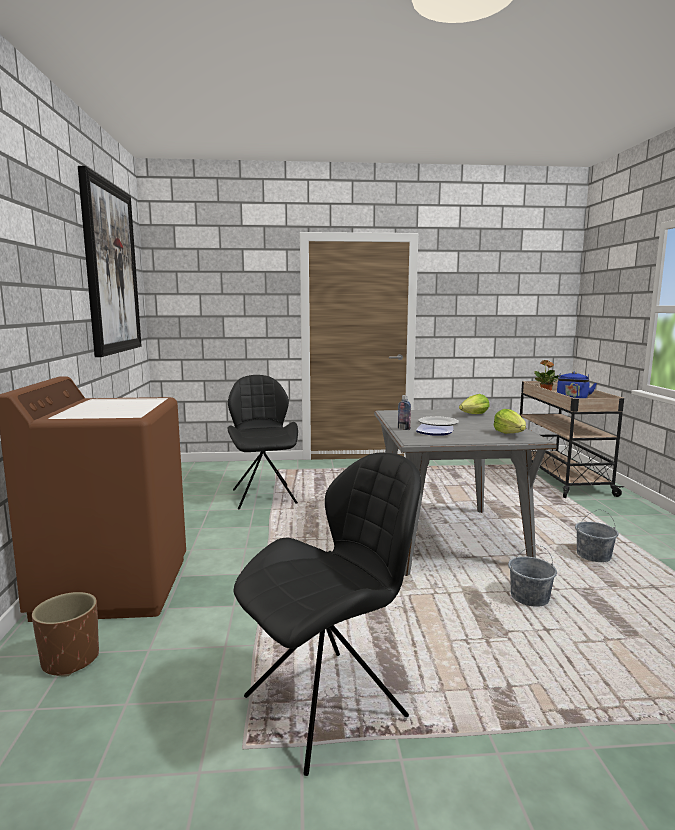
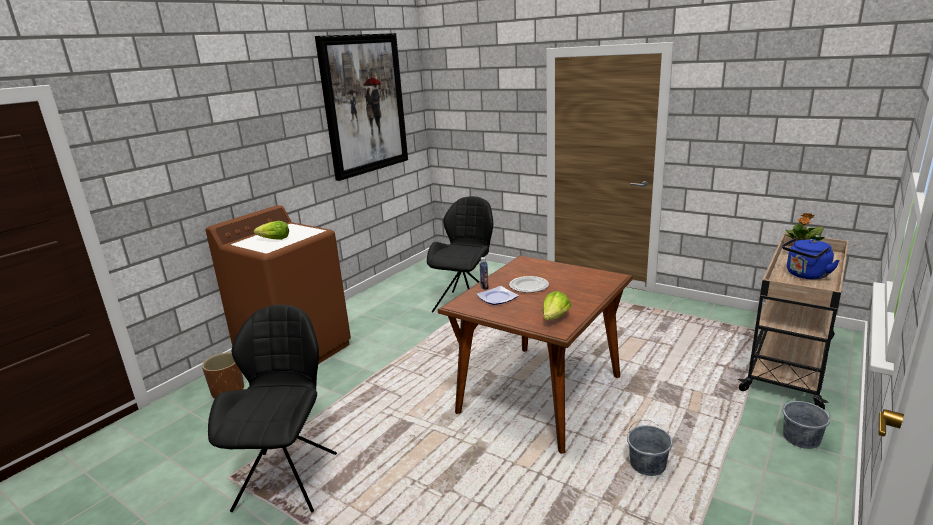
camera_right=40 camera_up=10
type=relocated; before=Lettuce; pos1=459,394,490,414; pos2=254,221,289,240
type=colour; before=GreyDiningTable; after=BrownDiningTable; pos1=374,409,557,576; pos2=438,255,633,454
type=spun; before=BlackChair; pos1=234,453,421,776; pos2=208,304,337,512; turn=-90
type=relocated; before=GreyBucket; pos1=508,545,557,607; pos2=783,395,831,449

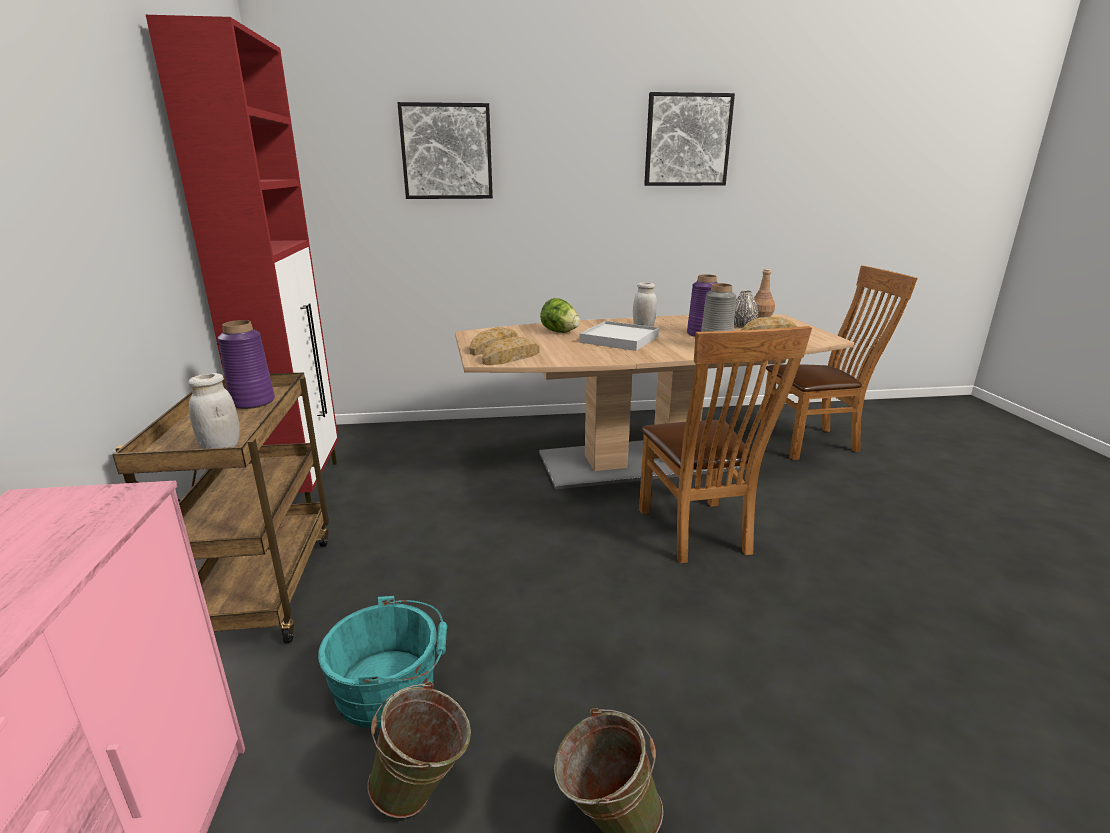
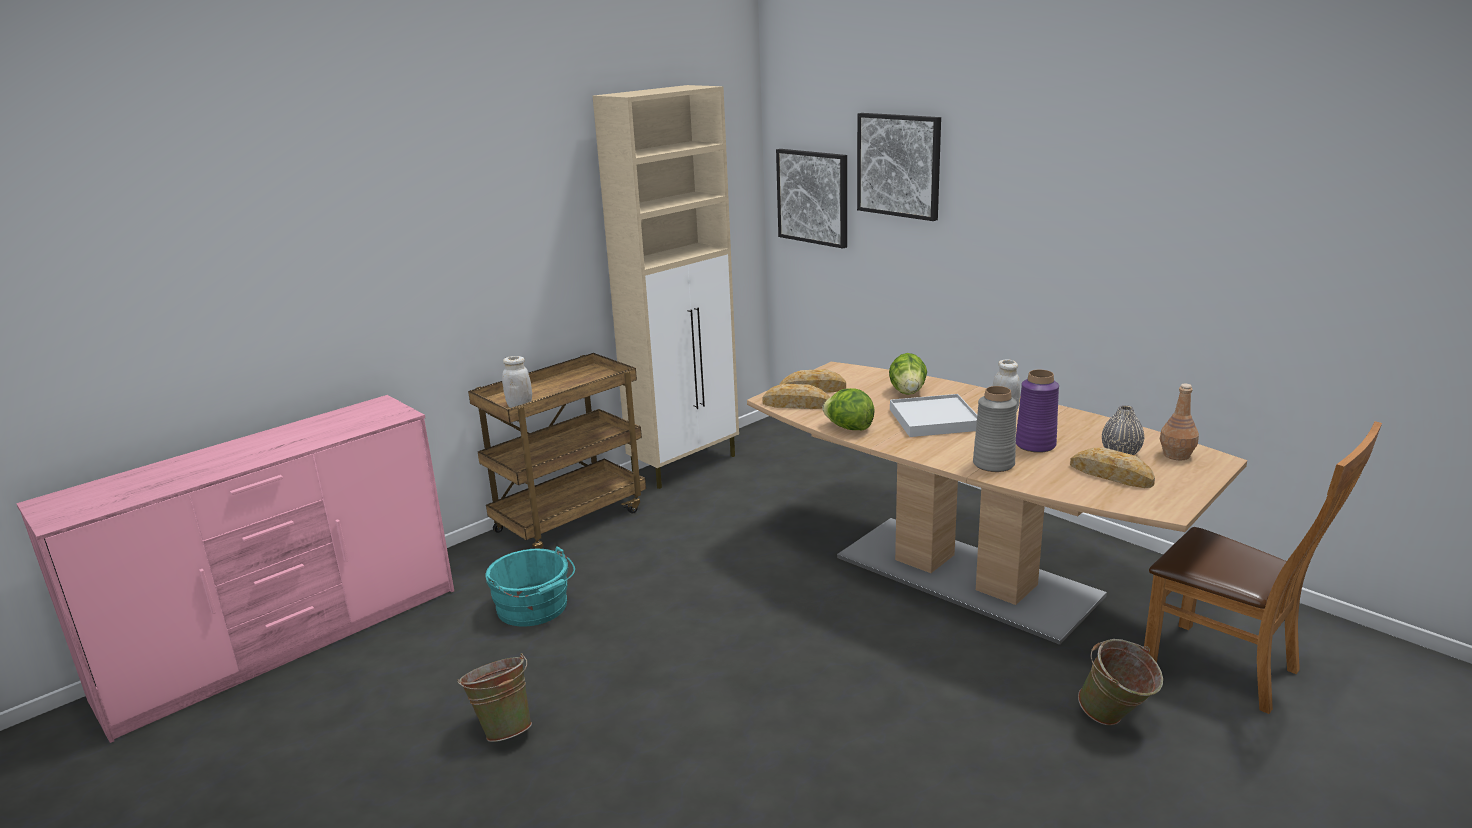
camera_right=55 camera_up=0
type=colour; before=RedCabinet; after=BeigeCabinet; pos1=146,15,338,503; pos2=593,85,739,489
type=relocated; before=Picture; pos1=644,92,735,186; pos2=776,149,847,249
type=missing; before=PurpleVase; pos1=218,320,275,409
type=missing; before=BrownChair; pos1=639,326,812,563
type=relocated; before=GreenBucket; pos1=368,681,471,818; pos2=1078,639,1163,725
type=appeared; after=Lettuce; pos2=822,388,875,430

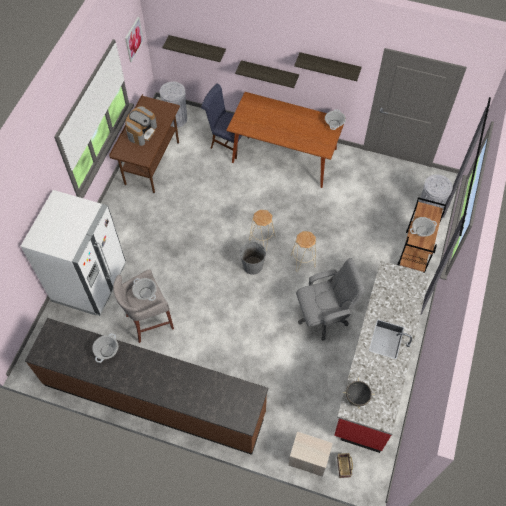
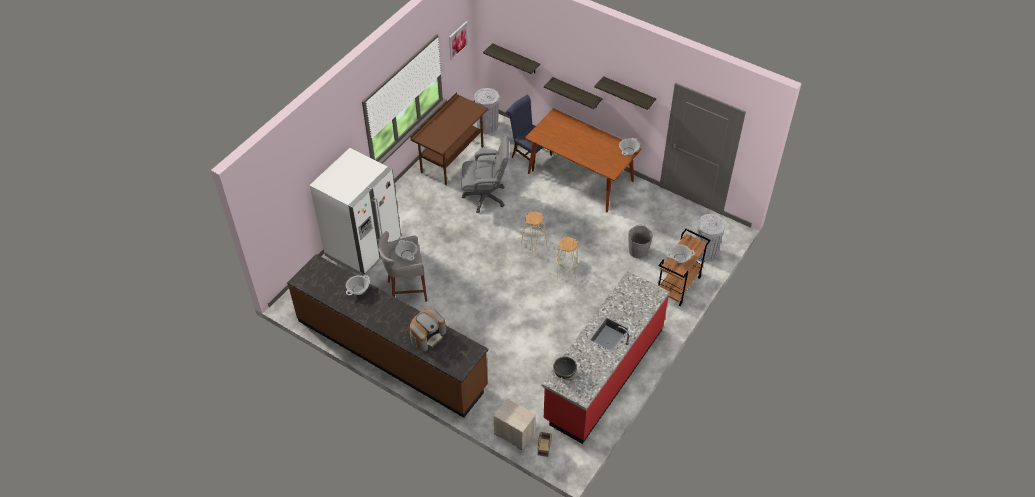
camera_right=15 camera_up=-10
type=relocated; before=CoffeeMachine; pos1=125,106,157,146; pos2=410,308,446,352
type=relocated; before=GreyBucket; pos1=240,241,266,275; pos2=628,225,653,259
type=relocated; before=GreyOfficeChair; pos1=296,258,365,341; pos2=461,136,509,213

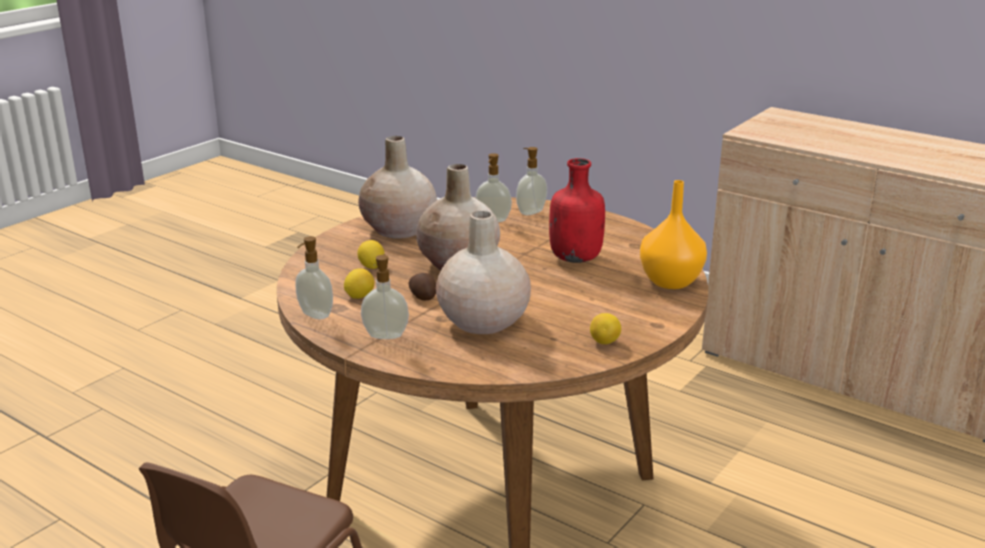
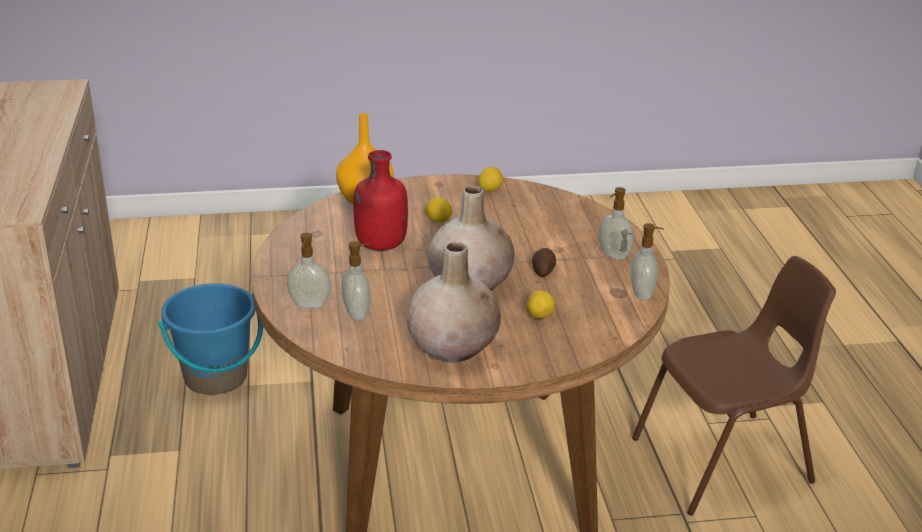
camera_right=-135 camera_up=5
type=missing; before=BeigeVase; pos1=436,211,531,334
type=relocated; before=Lemon; pos1=344,268,374,299; pos2=425,197,453,223
type=appeared; after=BlueBucket; pos2=158,283,263,395

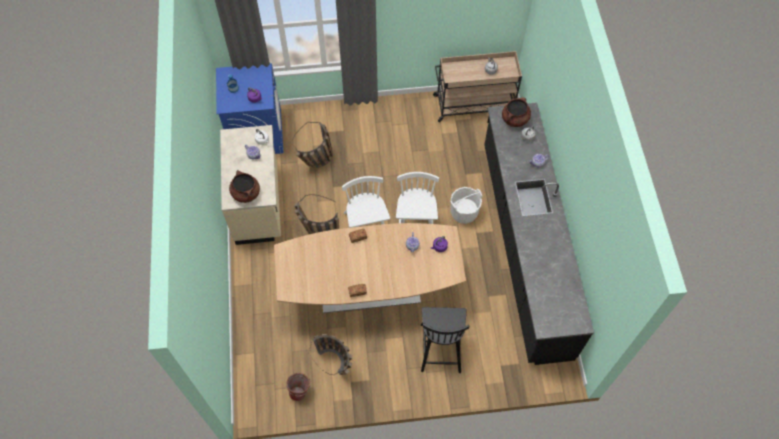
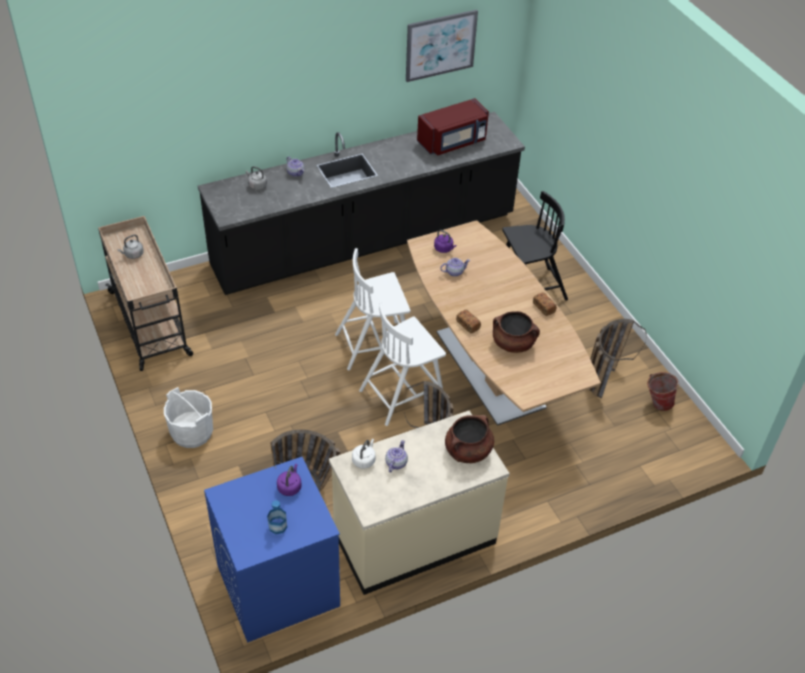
camera_right=-110 camera_up=-15
type=relocated; before=BrownCookingPot; pos1=502,97,531,127; pos2=493,311,540,353
type=relocated; before=WhiteBucket; pos1=450,187,483,224; pos2=164,387,213,448
type=appeared; after=Picture; pos2=406,9,478,82
type=appeared; after=RedMicrowave; pos2=417,98,489,155

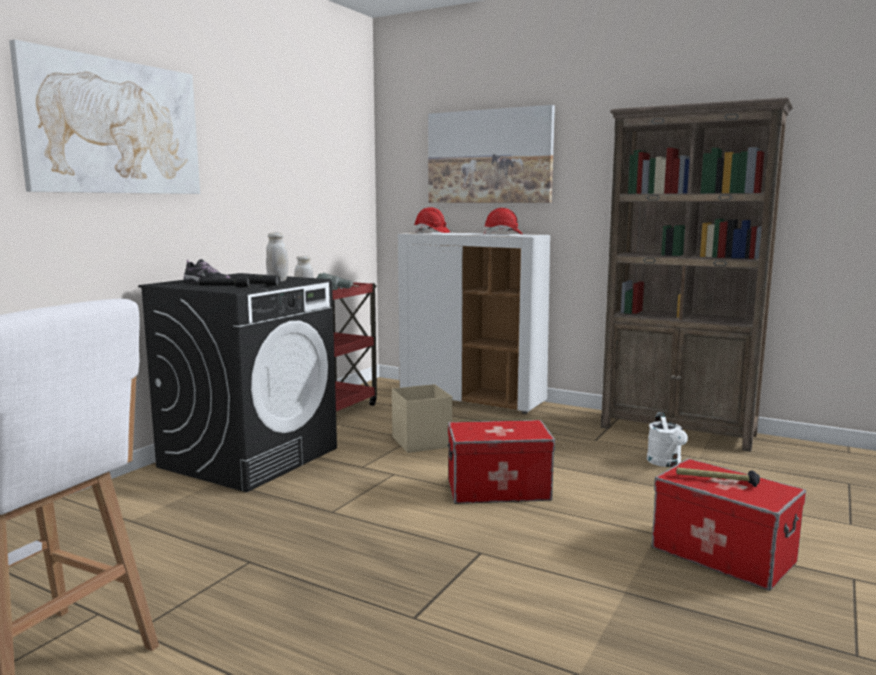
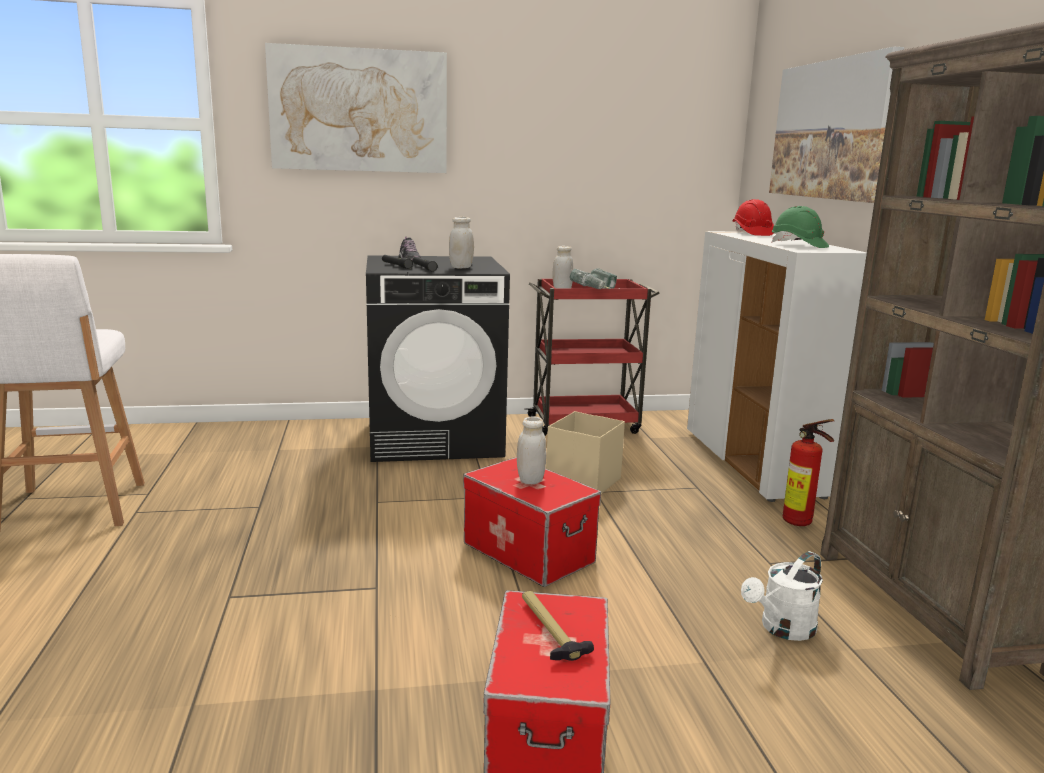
camera_right=50 camera_up=5
type=colour; before=RedHardHat; after=GreenHardHat; pos1=484,208,522,234; pos2=771,206,829,248
type=appeared; after=WhiteJar; pos2=517,416,546,484
type=appeared; after=FireExtinguisher; pos2=783,419,834,526

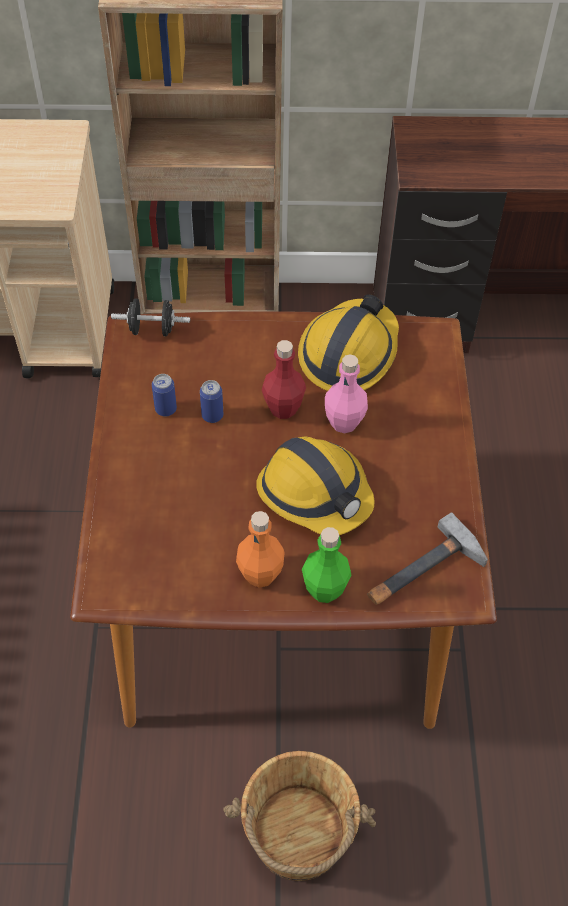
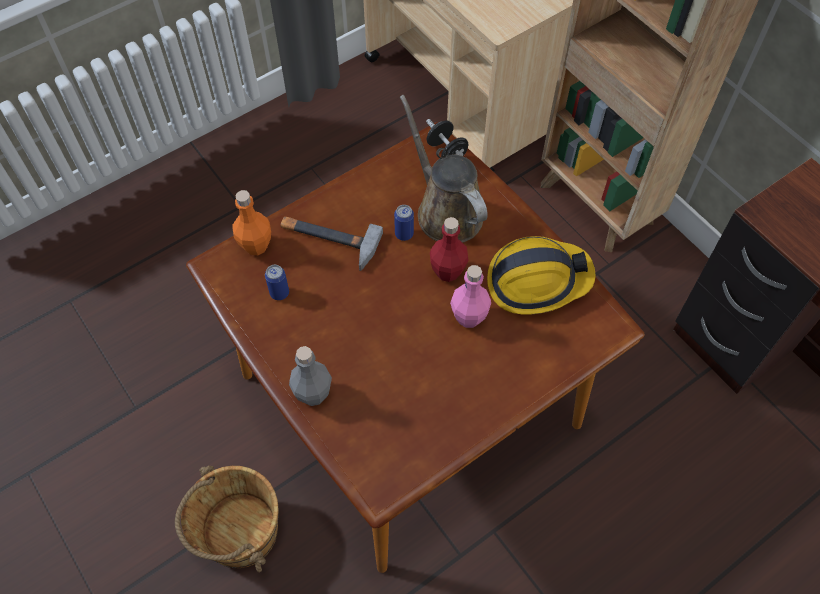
camera_right=55 camera_up=5
type=relocated; before=Can; pos1=152,374,177,417; pos2=265,265,289,300
type=missing; before=HardHat; pos1=256,437,375,535
type=relocated; before=OrangeBottle; pos1=236,511,285,588; pos2=233,190,271,255
type=relocated; before=Hammer; pos1=367,512,488,605; pos2=281,217,383,271
type=colour; before=GreenBottle; after=GreyBottle; pos1=302,527,352,603; pos2=289,346,332,406
type=appeared; after=BrownWateringCan; pos2=400,95,488,243

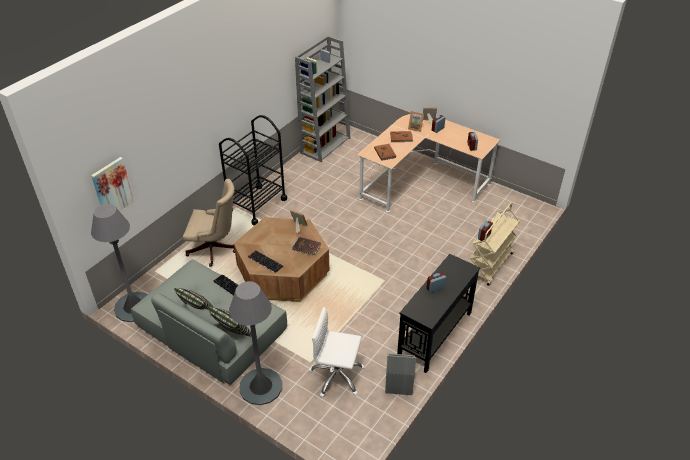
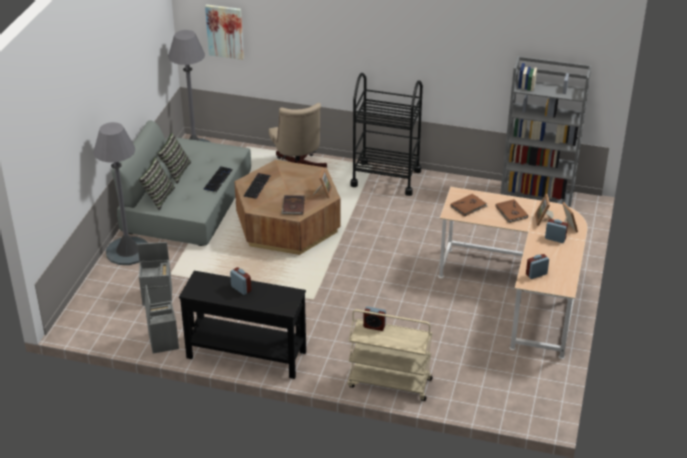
camera_right=70 camera_up=-5
type=exchanged; before=WhiteOfficeChair; after=GreyStorageBox; pos1=309,307,365,397; pos2=137,242,172,306

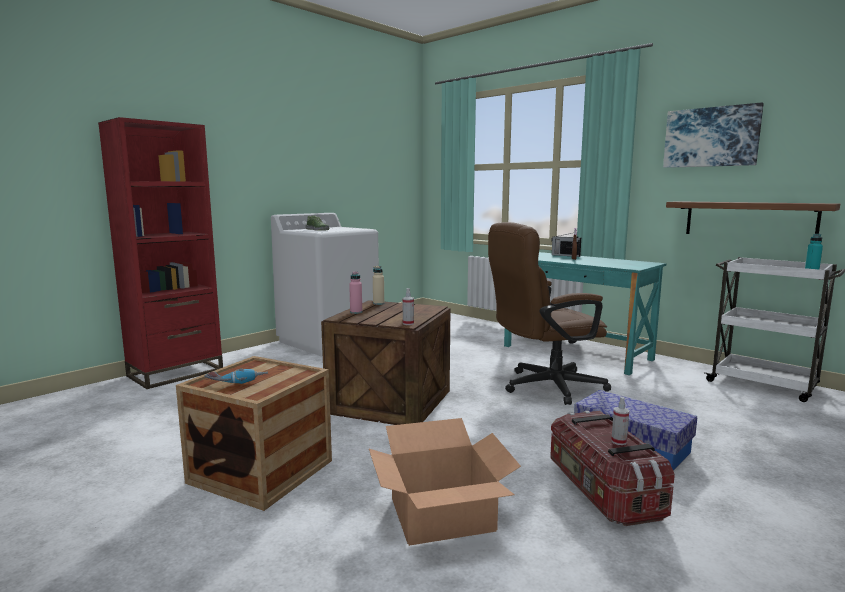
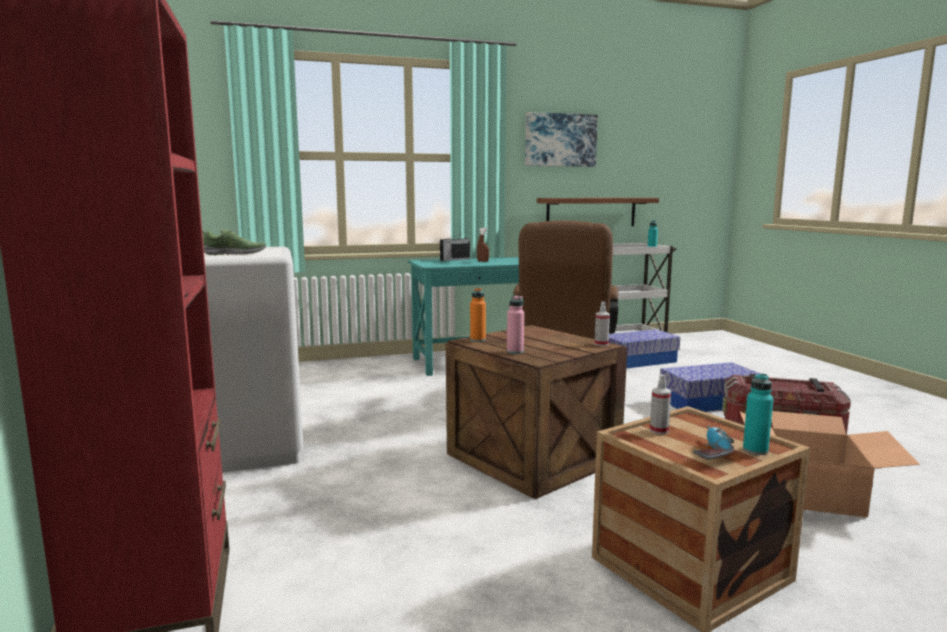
camera_right=-60 camera_up=0
type=colour; before=BeigeBottle; after=OrangeBottle; pos1=373,266,384,305; pos2=470,288,486,342
type=relocated; before=SprayBottle; pos1=611,397,629,445; pos2=650,374,671,434
type=appeared; after=StorageBox; pos2=609,329,680,369
type=appeared; after=TurquoiseBottle; pos2=743,373,773,455

